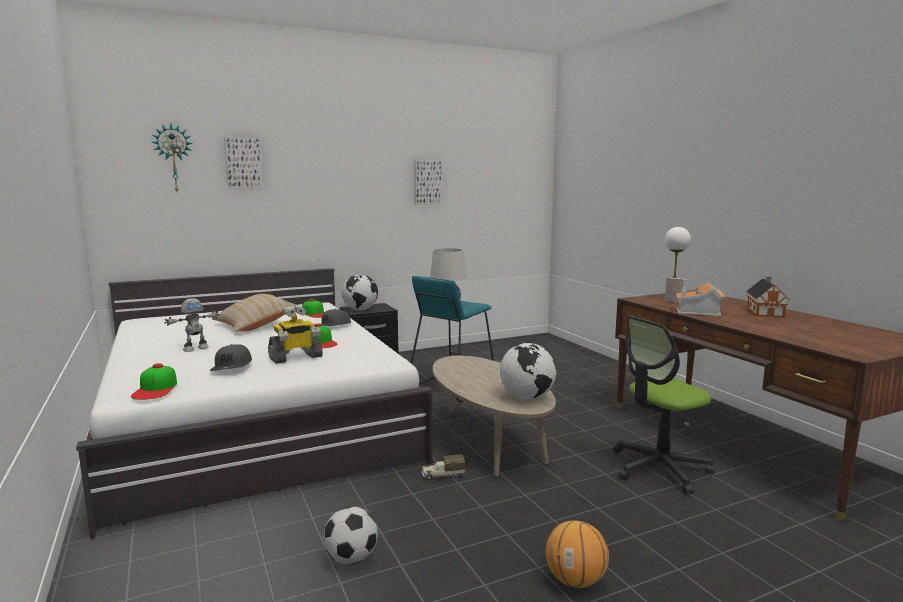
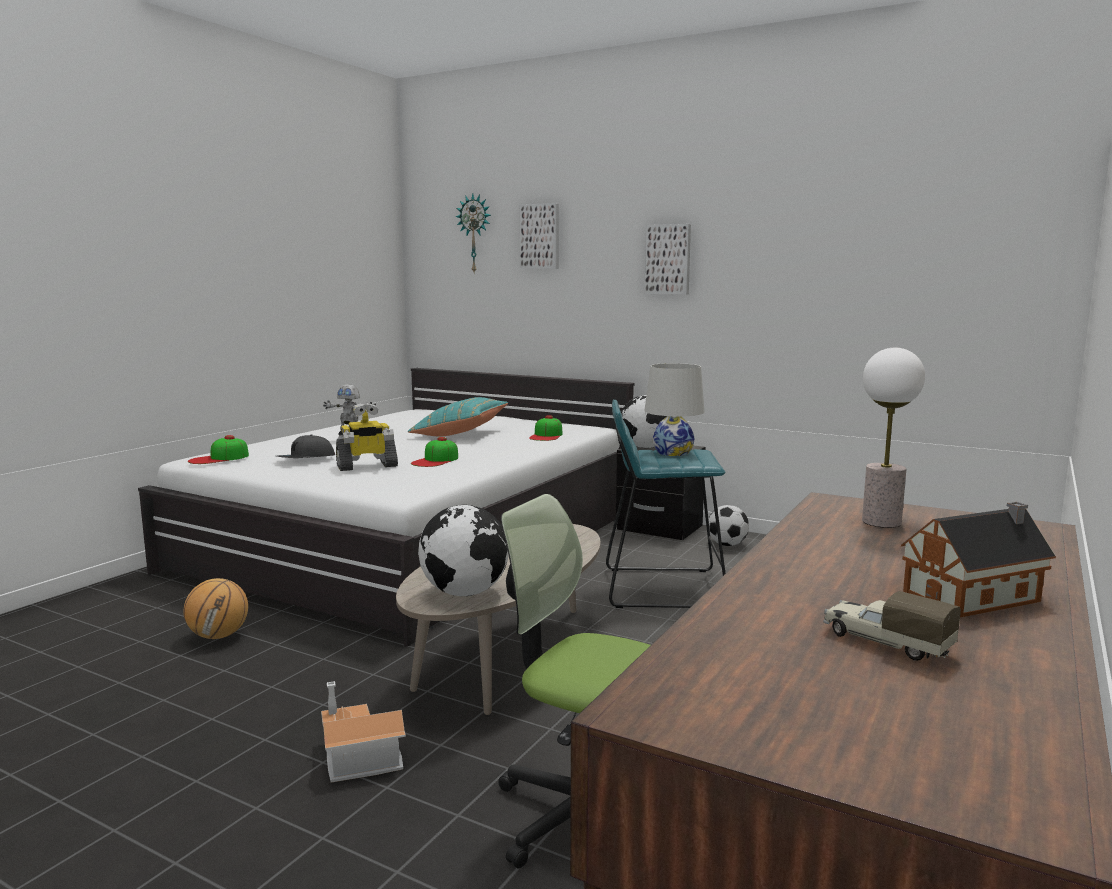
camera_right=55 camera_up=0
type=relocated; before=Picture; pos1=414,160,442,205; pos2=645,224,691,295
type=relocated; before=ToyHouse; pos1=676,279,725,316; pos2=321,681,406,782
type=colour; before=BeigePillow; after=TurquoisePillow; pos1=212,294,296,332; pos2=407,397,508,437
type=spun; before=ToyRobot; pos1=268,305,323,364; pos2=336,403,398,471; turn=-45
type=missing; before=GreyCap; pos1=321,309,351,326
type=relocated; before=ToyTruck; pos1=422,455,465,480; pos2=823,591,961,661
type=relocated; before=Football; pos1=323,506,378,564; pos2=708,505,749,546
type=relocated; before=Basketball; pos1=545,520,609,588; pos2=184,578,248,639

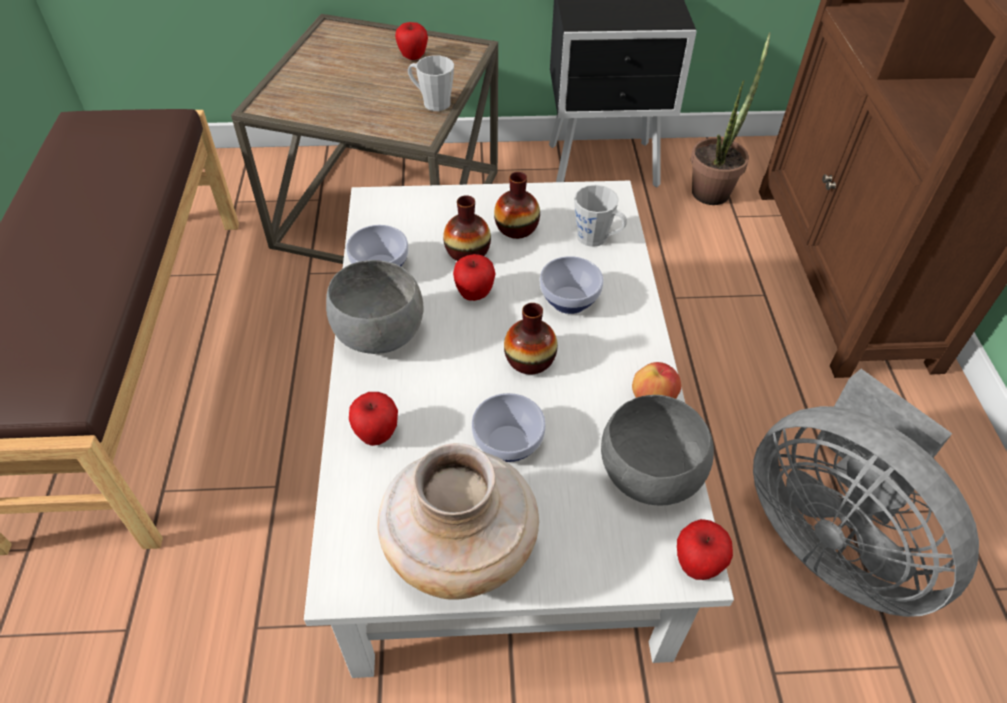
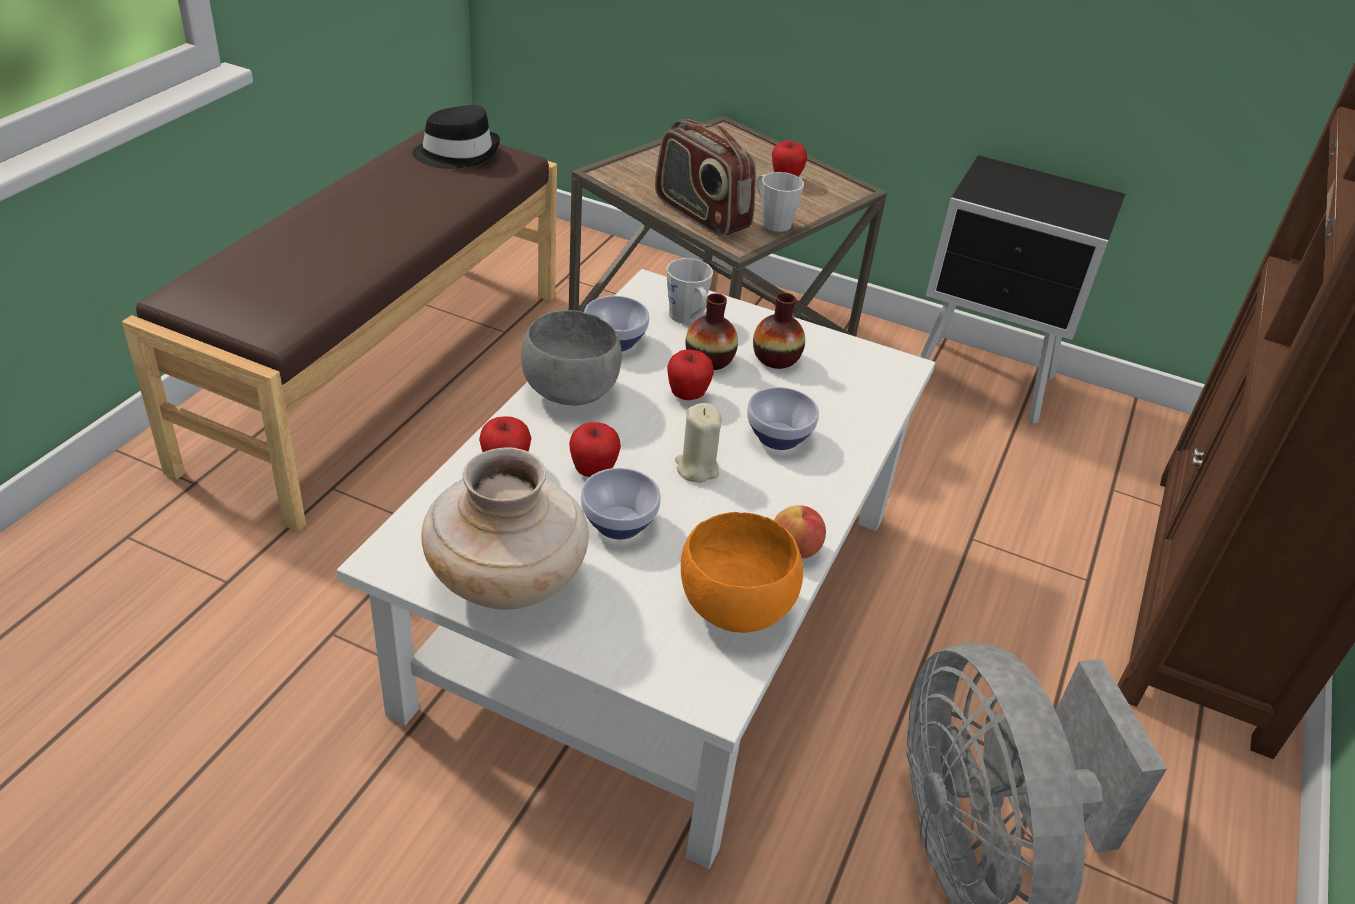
camera_right=25 camera_up=-10
type=missing; before=PottedPlant; pos1=691,32,770,205
type=relocated; before=GreyMug; pos1=574,185,627,247; pos2=667,258,713,324
type=exchanged; before=Vase; after=BeigeCandle; pos1=504,303,558,374; pos2=675,403,722,483
type=colour; before=GreyBowl; after=OrangeBowl; pos1=601,395,714,506; pos2=681,512,803,633
type=relocated; before=Apple; pos1=677,519,733,580; pos2=569,422,621,477
type=appeared; after=BlackHat; pos2=412,105,500,169
type=appeared; after=Radio; pos2=655,119,756,237

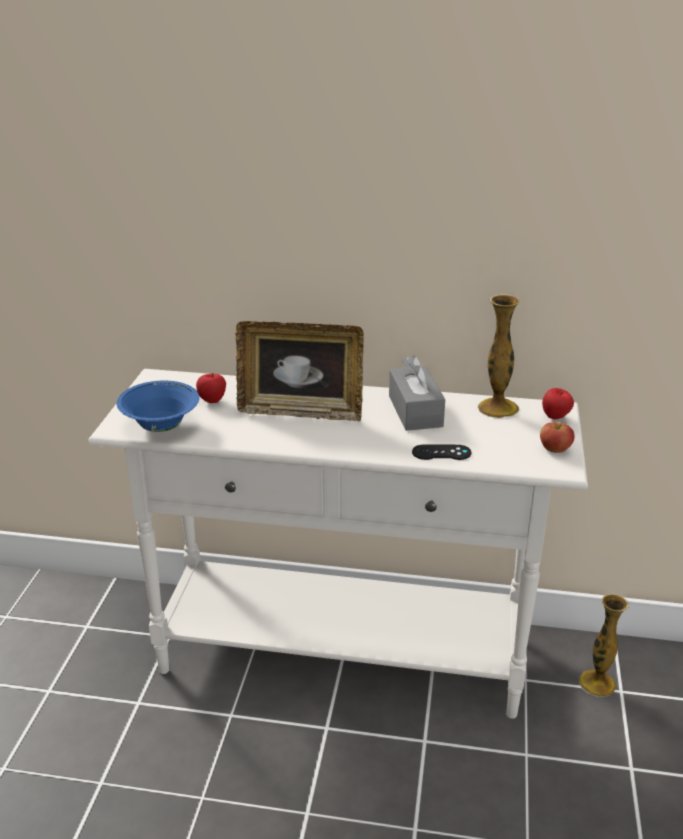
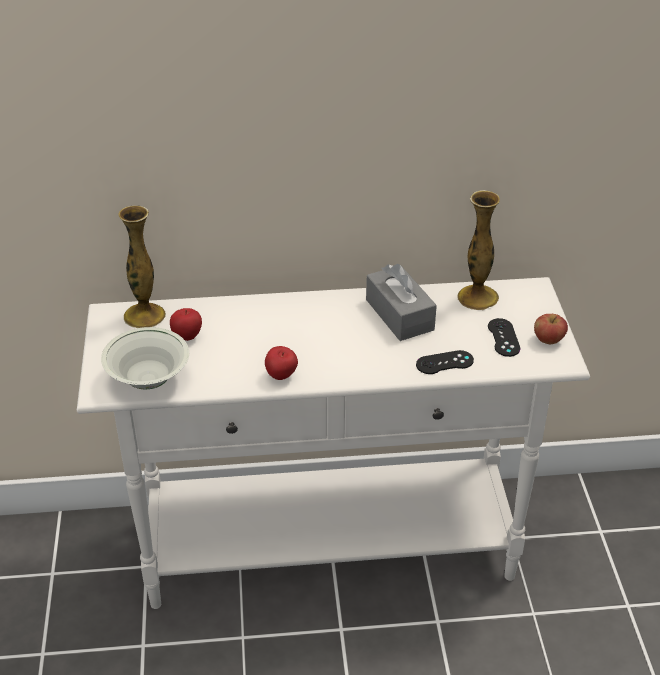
camera_right=-15 camera_up=10
type=missing; before=PictureFrame; pos1=236,321,364,421
type=colour; before=BlueBowl; after=WhiteBowl; pos1=116,381,199,432; pos2=101,327,189,389
type=relocated; before=Apple; pos1=542,388,574,420; pos2=265,346,298,380
type=relocated; before=Vase; pos1=579,594,629,697; pos2=118,206,166,328
type=appeared; after=BlackGameController; pos2=488,318,520,357

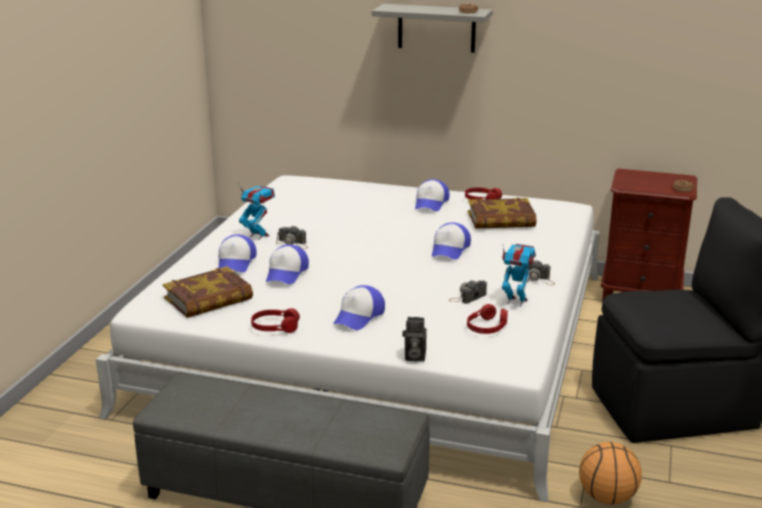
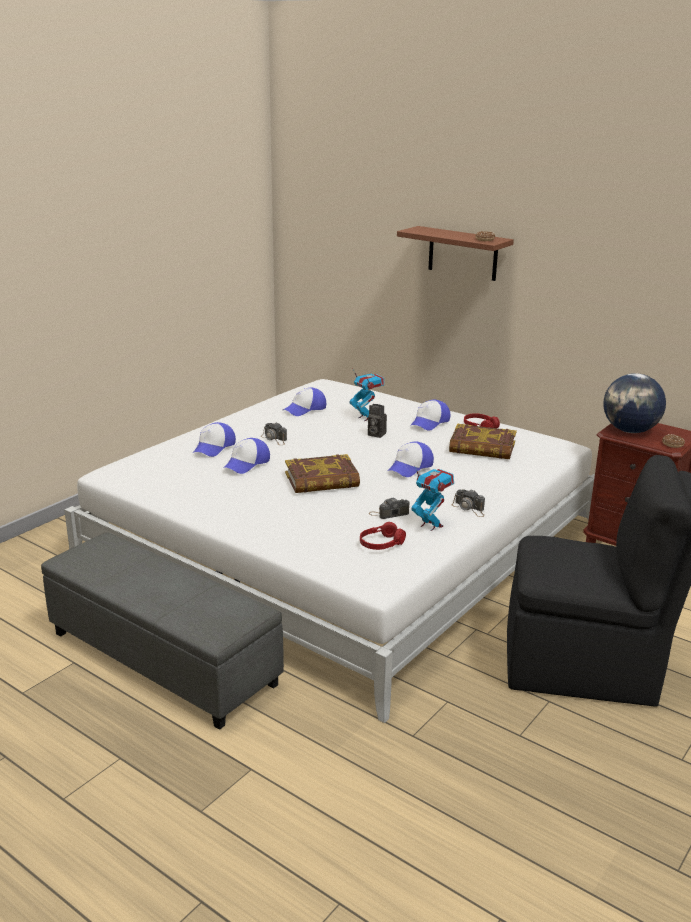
camera_right=20 camera_up=0
type=colour; before=GreyShelf; after=BrownShelf; pos1=372,4,493,53; pos2=397,226,514,281
type=relocated; before=ToyRobot; pos1=238,183,275,240; pos2=350,368,384,421
type=relocated; before=Book; pos1=163,267,253,318; pos2=285,454,360,493
type=relocated; before=Cap; pos1=333,285,385,330; pos2=283,388,326,416
type=missing; before=RedHeadphones; pos1=251,308,300,333
type=relocated; before=PhotoCamera; pos1=402,317,427,362; pos2=368,404,387,438
type=missing; before=Basketball; pos1=579,442,642,505
type=appeared; after=Globe; pos2=603,373,666,433

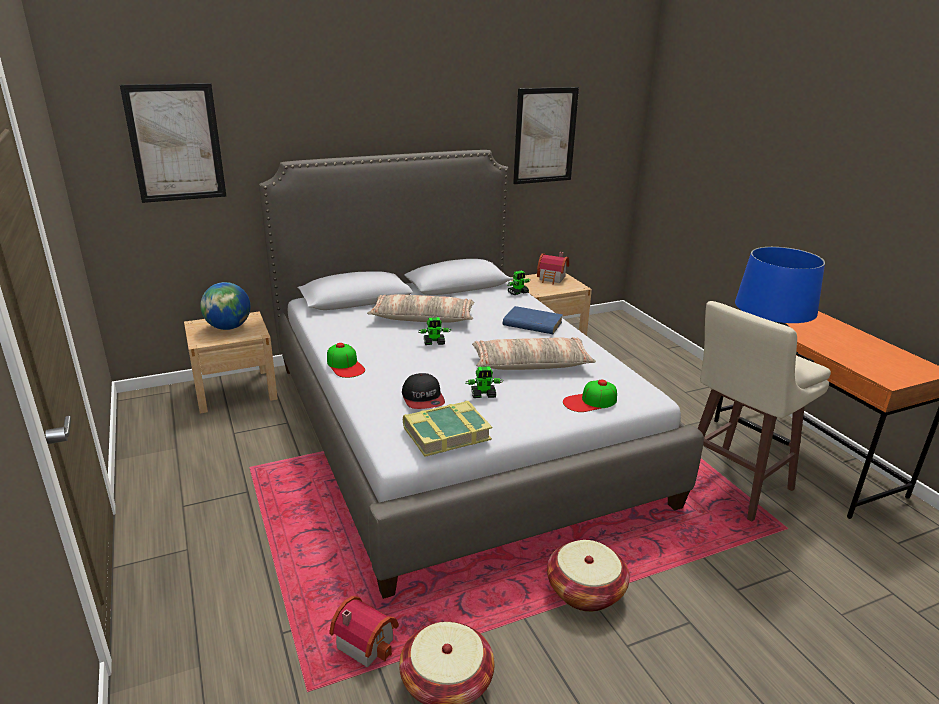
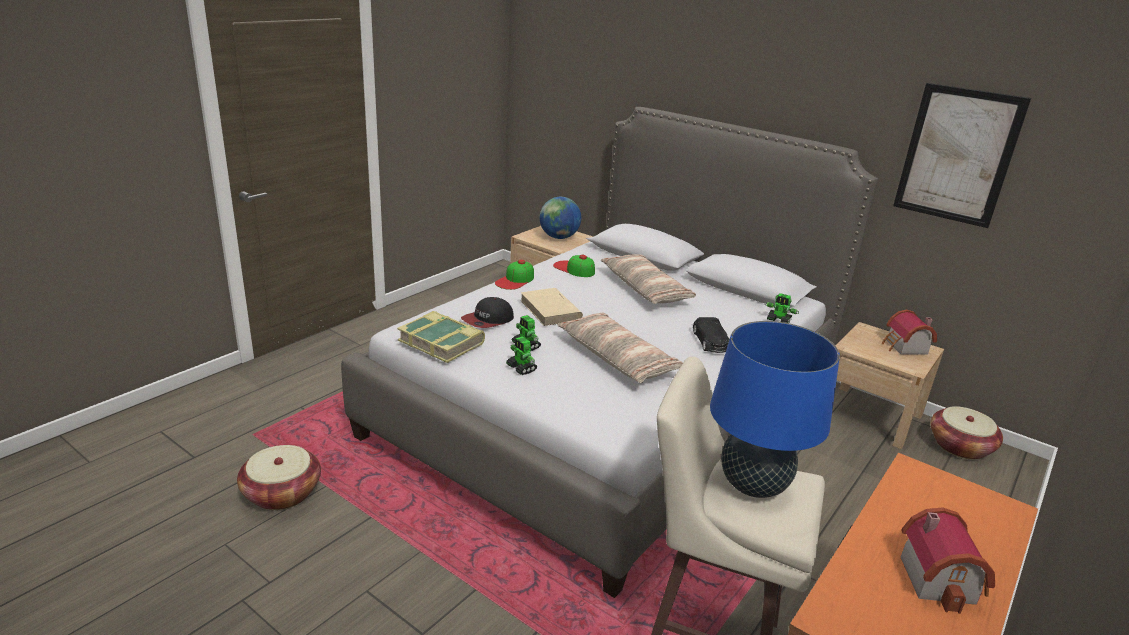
camera_right=60 camera_up=0
type=missing; before=Picture; pos1=120,83,226,203
type=exchanged; before=BlueBook; after=BlackToyCar; pos1=503,306,563,334; pos2=693,317,730,353
type=relocated; before=ToyRobot; pos1=419,317,451,345; pos2=506,336,537,375
type=relocated; before=Cap; pos1=563,380,617,412; pos2=553,255,595,277
type=relocated; before=Basket; pos1=547,540,630,612; pos2=931,406,1003,460
type=relocated; before=ToyHouse; pos1=329,596,399,667; pos2=900,507,995,614
type=appeared; after=BeigeBook; pos2=520,288,583,326

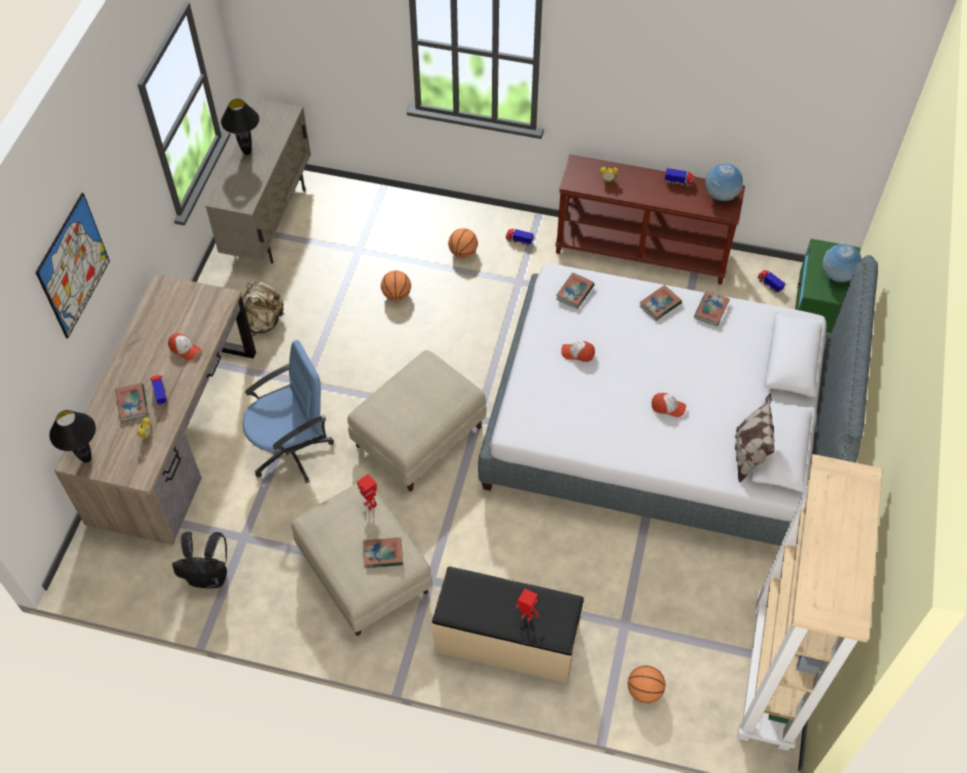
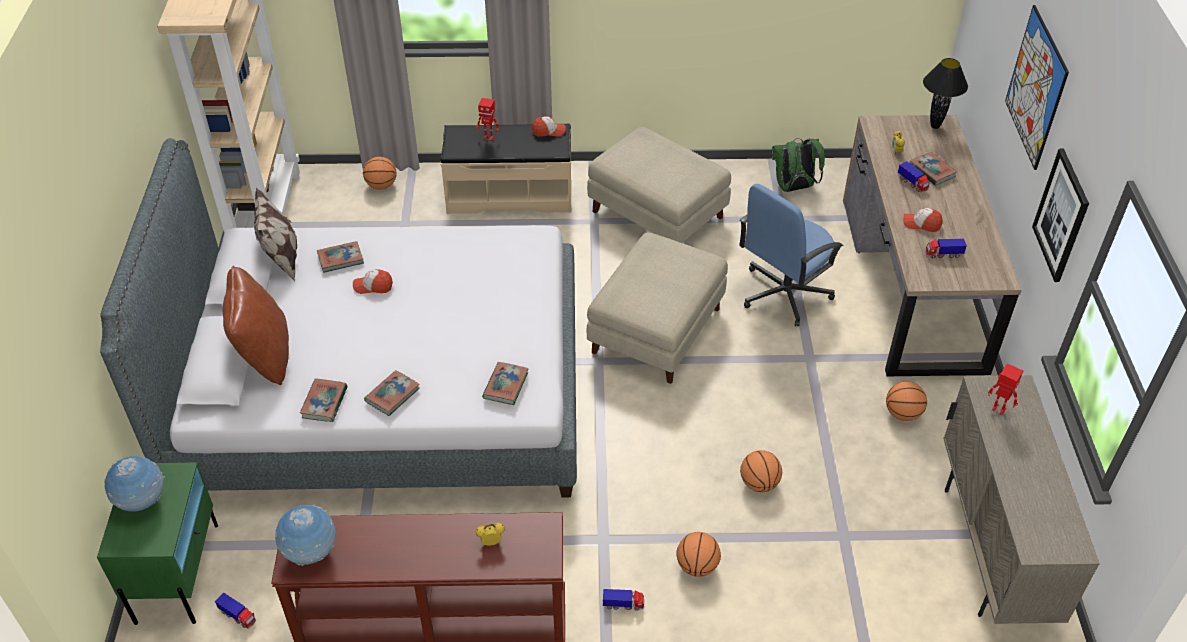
camera_right=165 camera_up=-10
type=missing; before=BlackTableLamp; pos1=221,99,259,155
type=relocated; before=ToyTruck; pos1=665,168,694,187; pos2=925,238,967,258
type=exchanged; before=BeigeBackpack; after=Basketball; pos1=242,281,285,336; pos2=886,381,927,421
type=relocated; before=Cap; pos1=561,341,595,362; pos2=532,116,566,137
type=relocated; before=ToyRobot; pos1=357,474,377,510; pos2=988,363,1023,415
type=colour; before=BlackBackpack; after=GreenBackpack; pos1=172,532,227,588; pos2=772,138,825,192
type=relocated; before=Book; pos1=363,537,403,568; pos2=317,241,364,273
type=appeared; after=Picture; pos2=1032,149,1089,282
type=appeared; after=BrownPillow; pos2=223,266,289,385

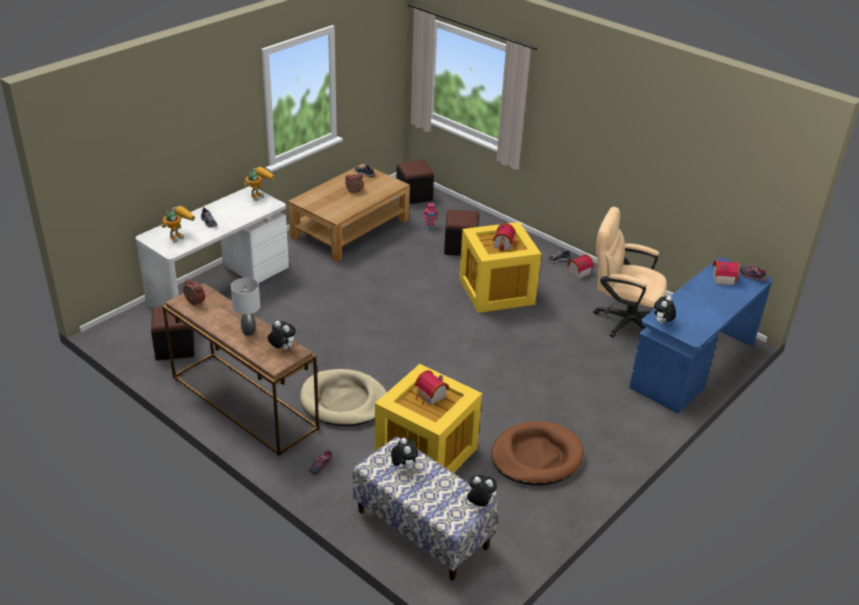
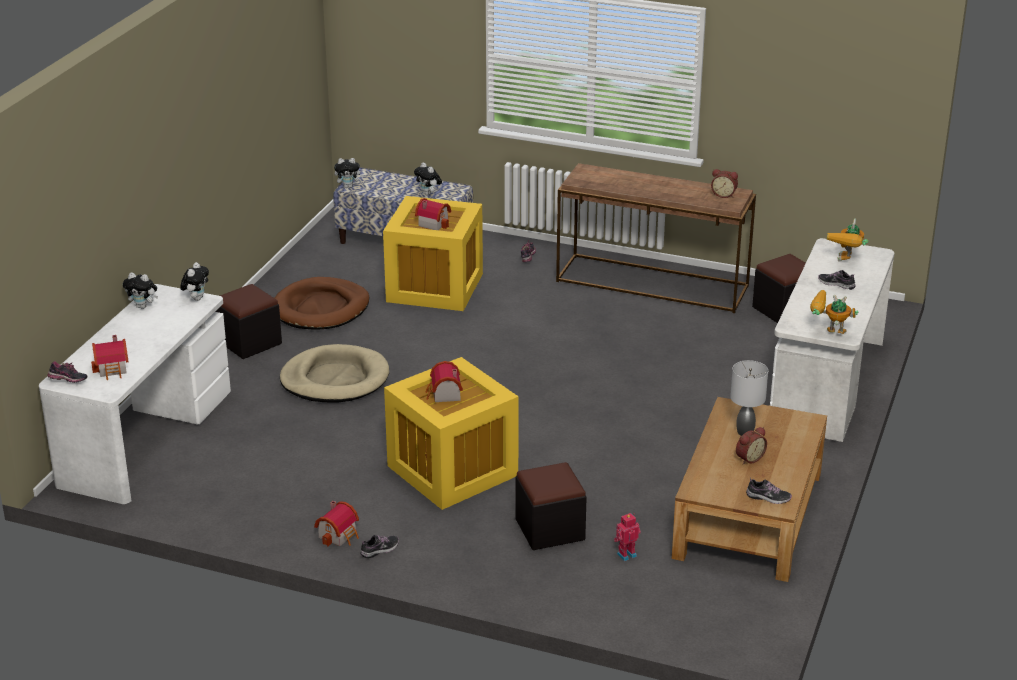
camera_right=160 camera_up=-5
type=relocated; before=BlackOttoman; pos1=396,160,434,204; pos2=215,284,282,359
type=spun; before=ToyRobot; pos1=244,167,275,201; pos2=810,290,858,334; turn=90
type=missing; before=BeigeOfficeChair; pos1=593,207,667,338
type=colour; before=BlueDesk; after=WhiteDesk; pos1=629,257,772,414; pos2=39,284,231,504
type=relocated; before=GreyTableLamp; pos1=231,278,261,336; pos2=730,360,768,436
type=relocated; before=PlushToy; pos1=268,321,296,350; pos2=123,273,158,309
type=relocated; before=BeigeDogBed; pos1=300,369,387,426; pos2=280,344,389,403

